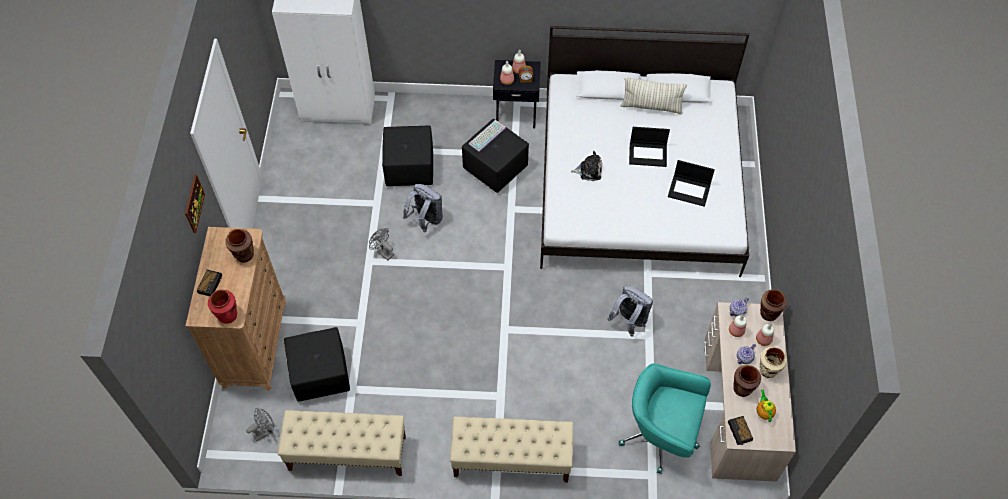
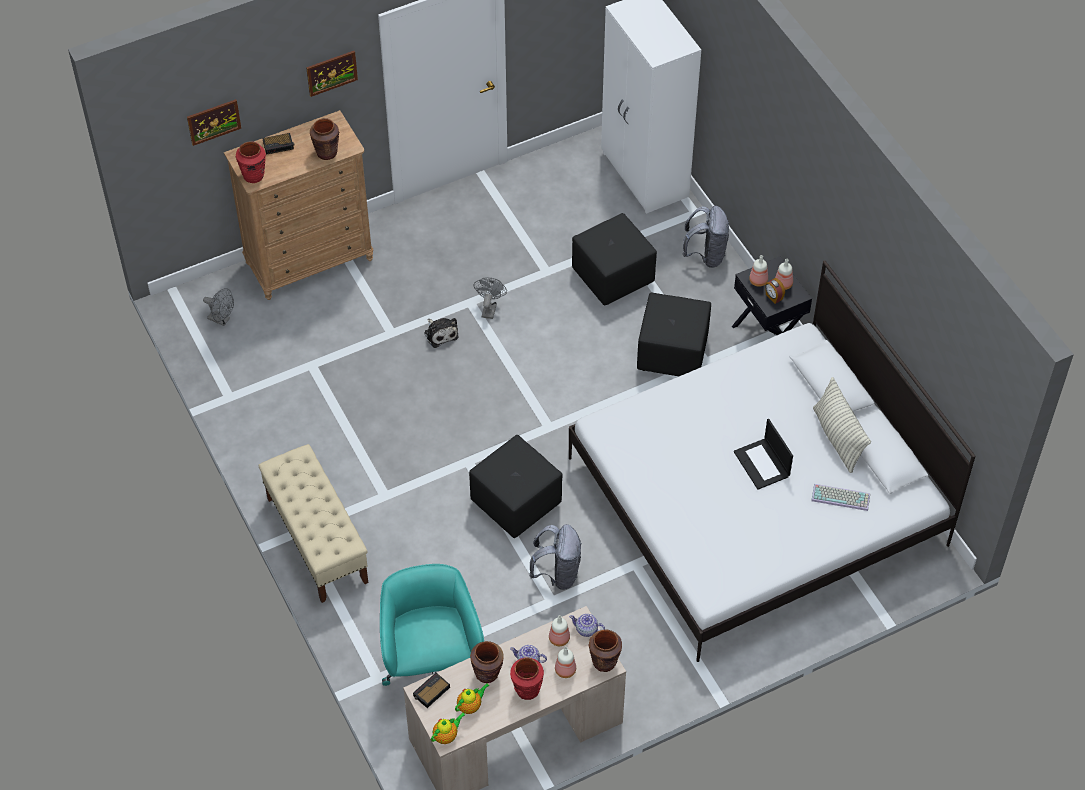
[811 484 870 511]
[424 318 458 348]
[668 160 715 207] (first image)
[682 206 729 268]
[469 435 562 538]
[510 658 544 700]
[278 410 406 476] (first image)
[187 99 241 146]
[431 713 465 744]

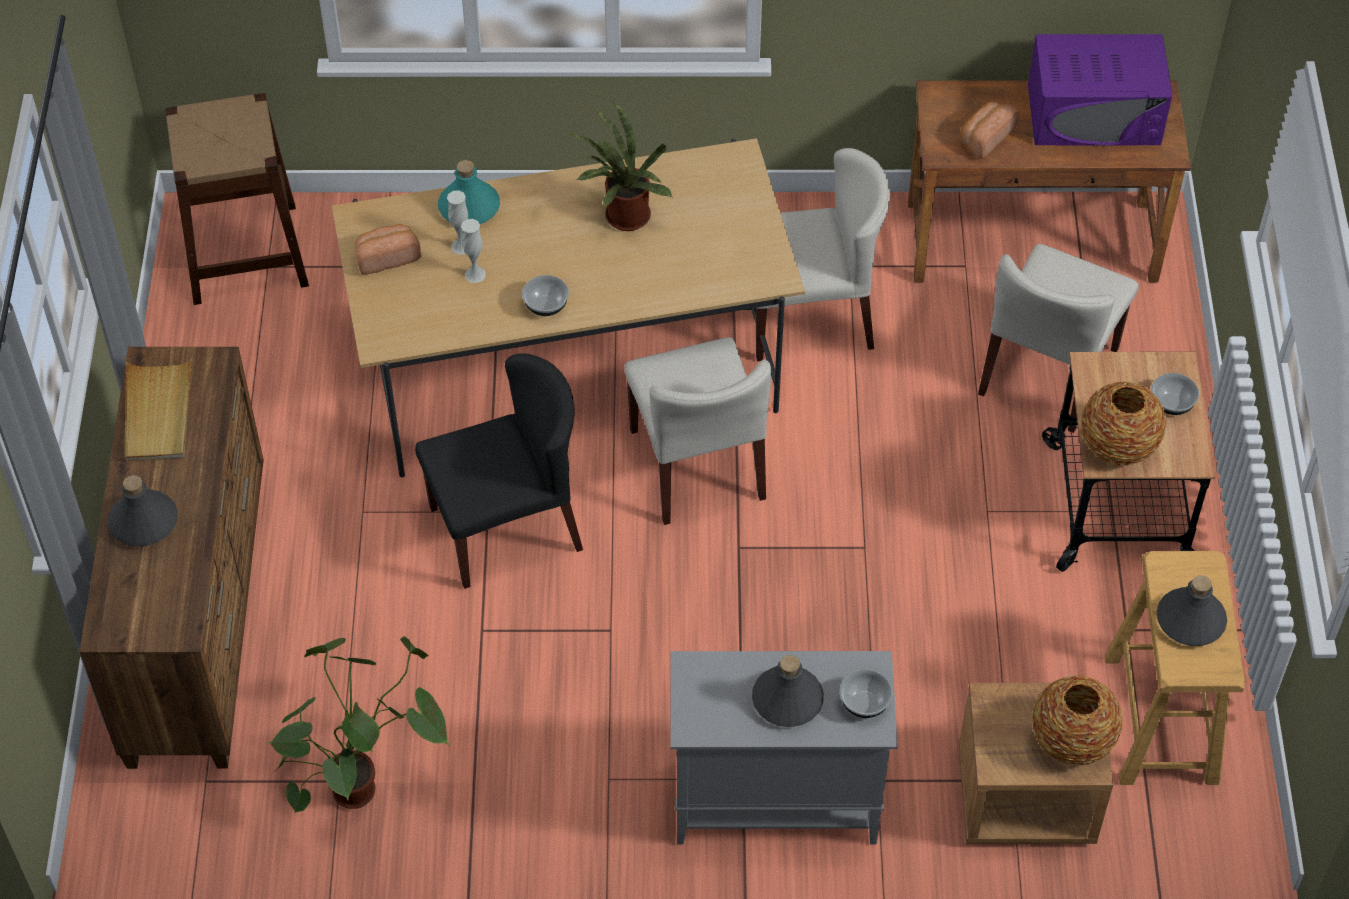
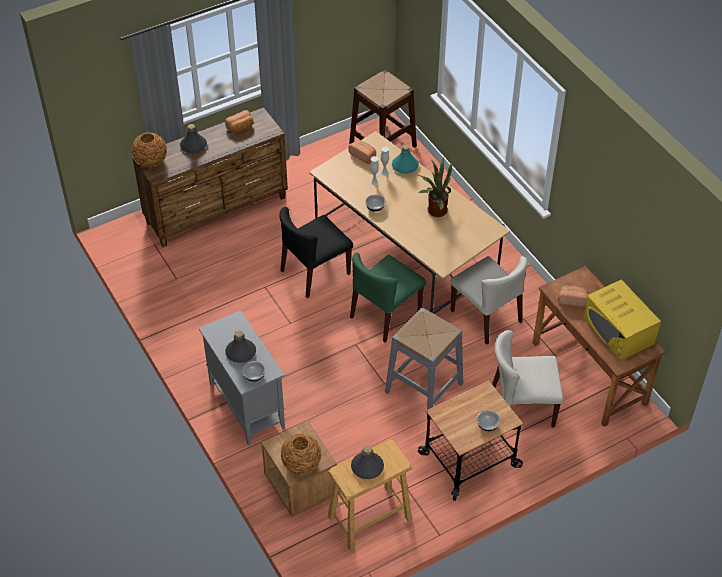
[583 279 661 361]
[350 252 426 342]
[279 207 353 299]
[225 110 253 133]
[132 132 167 168]
[267 636 450 814] (first image)
[385 307 463 420]

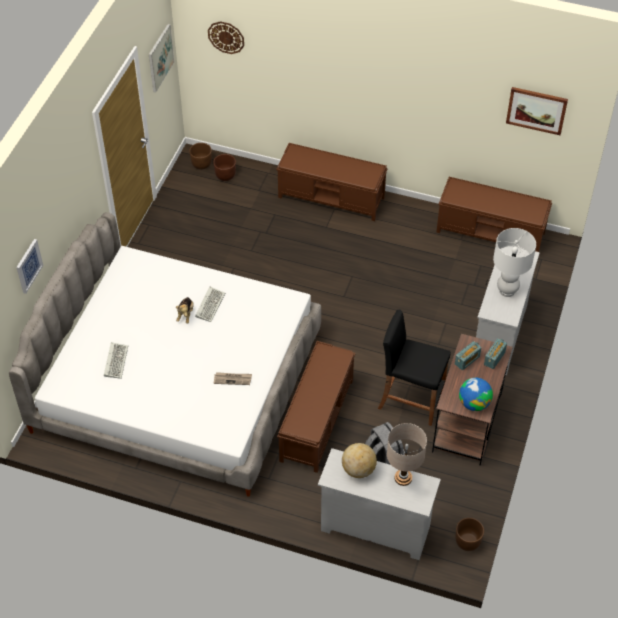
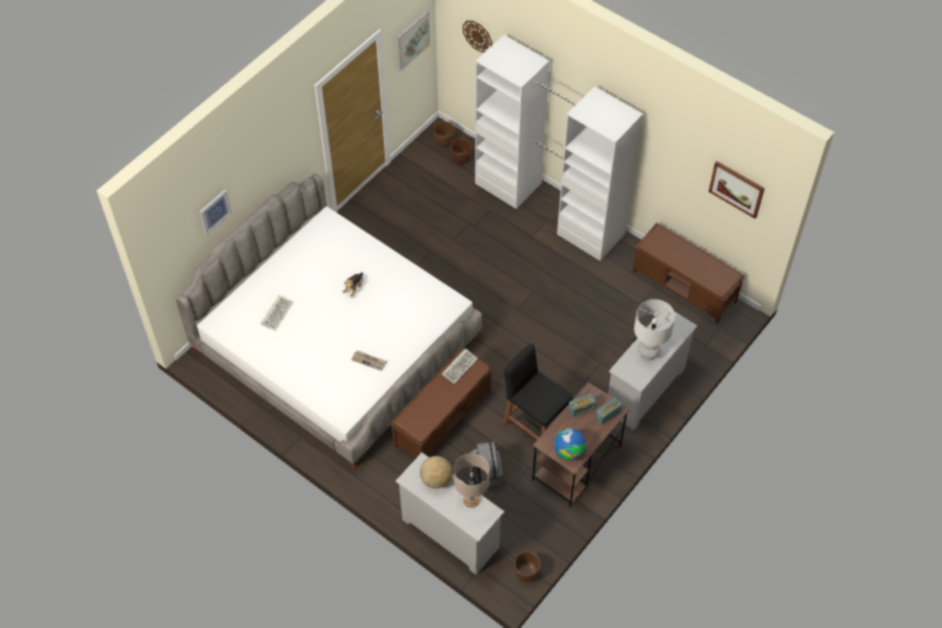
[475 35 643 261]
[442 348 478 384]

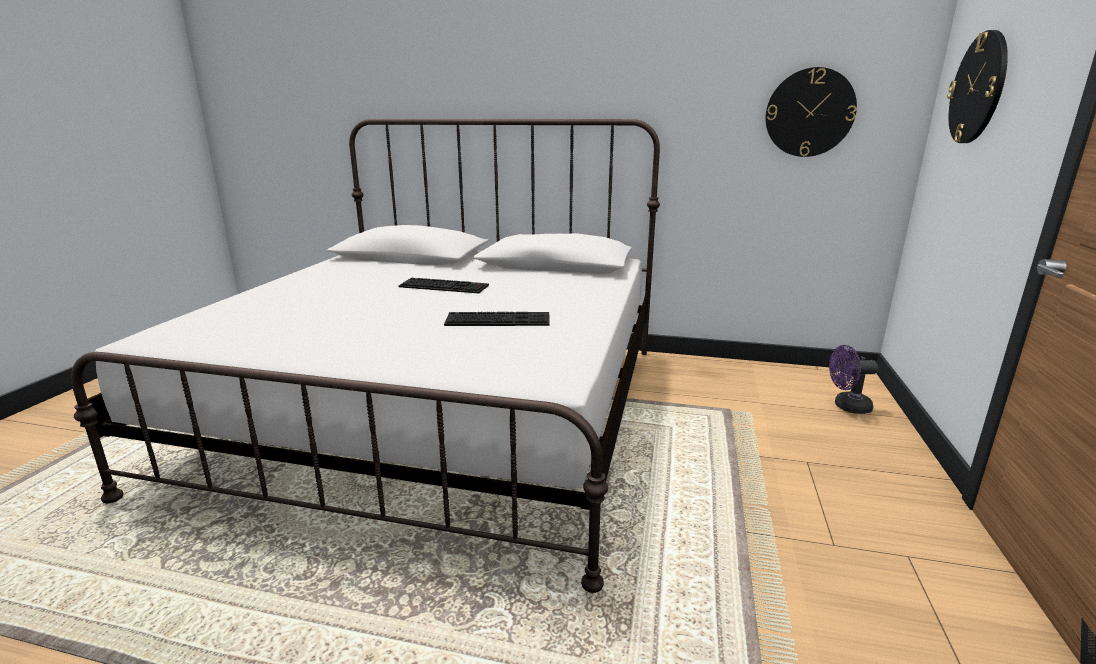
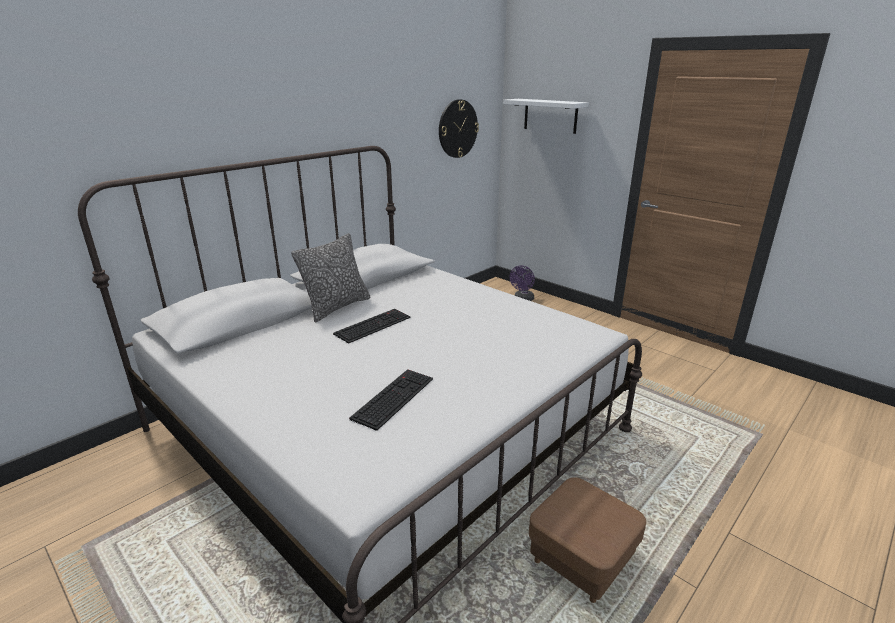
[503 99 589 134]
[349 369 433 431]
[291 233 370 322]
[529 478 646 603]

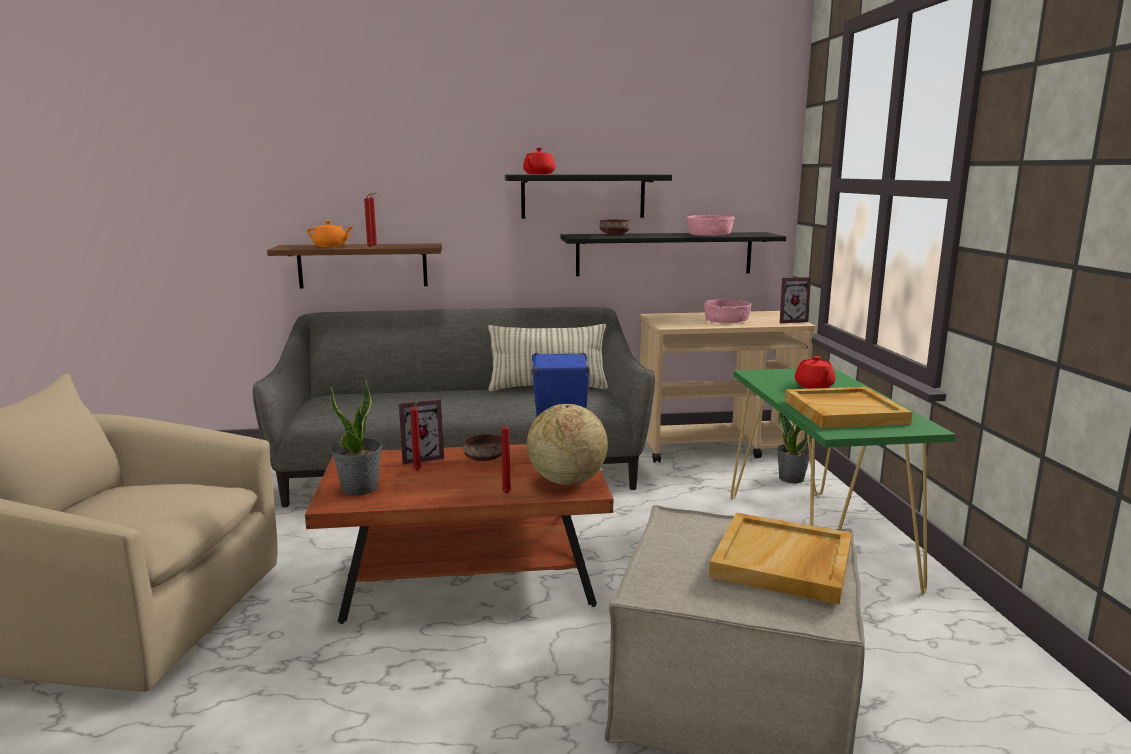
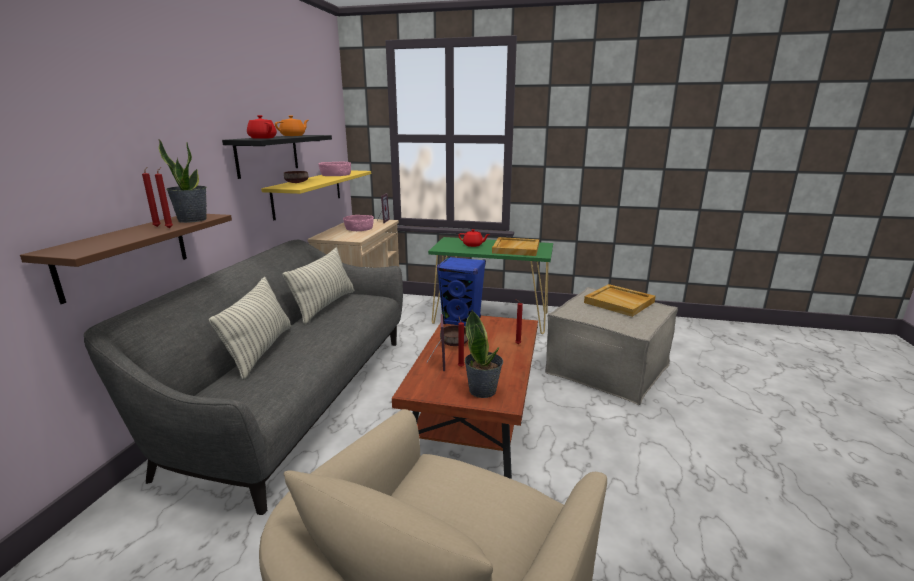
[275 115 308 136]
[261 170 371 221]
[527 404 608 485] (first image)
[159 140 207 223]
[209 277 291 380]

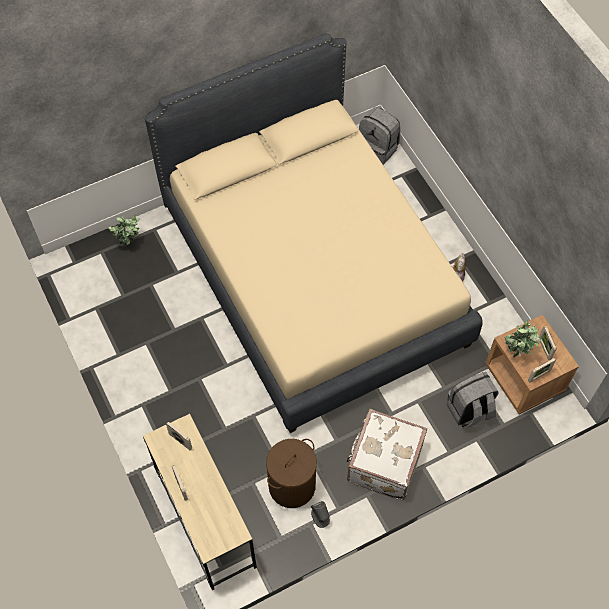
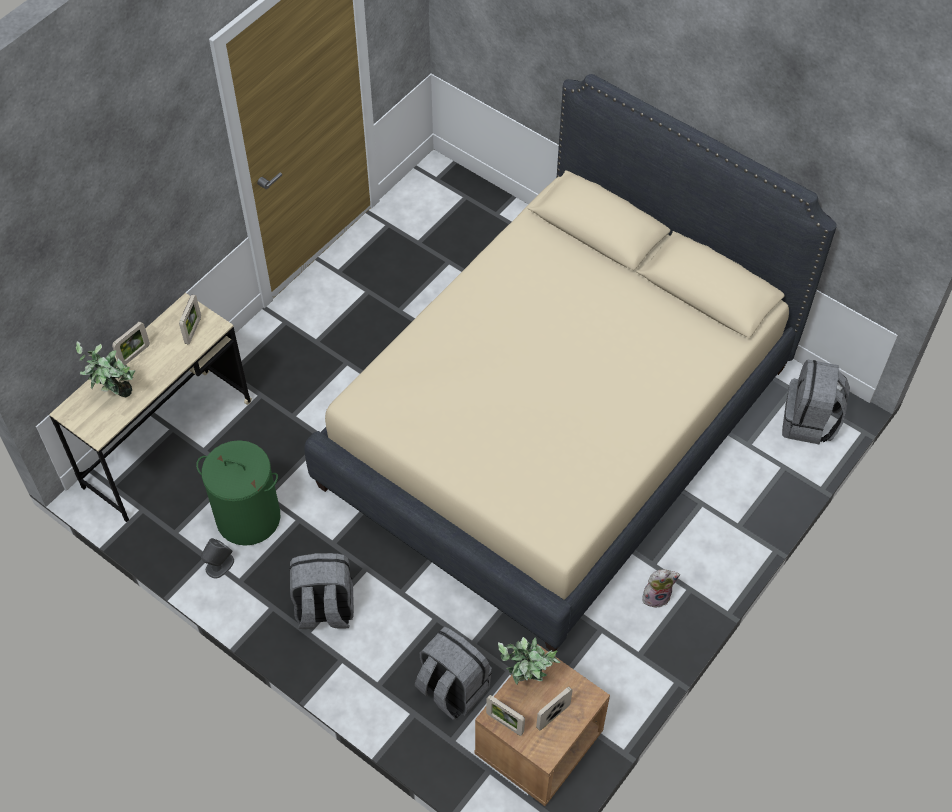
[76 341 135 397]
[290 553 354 629]
[196 440 280 546]

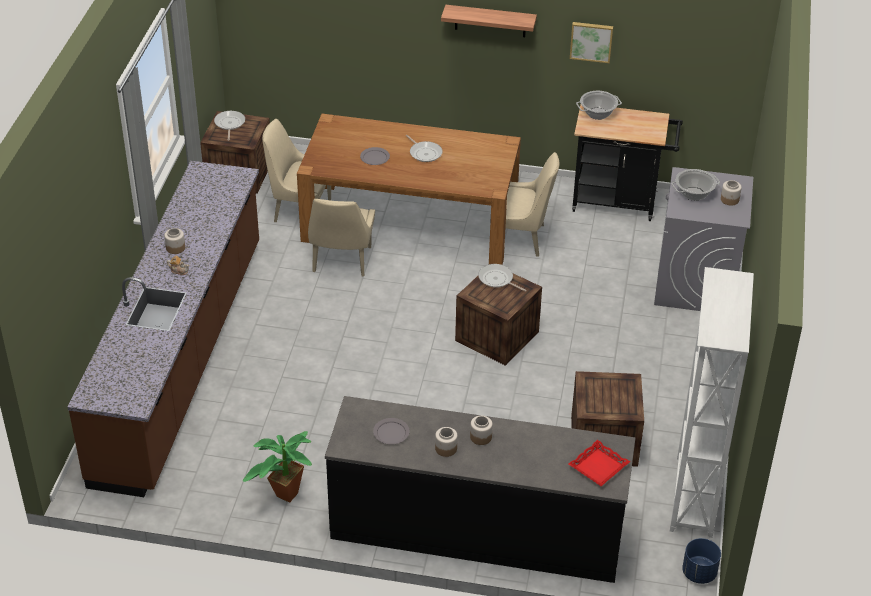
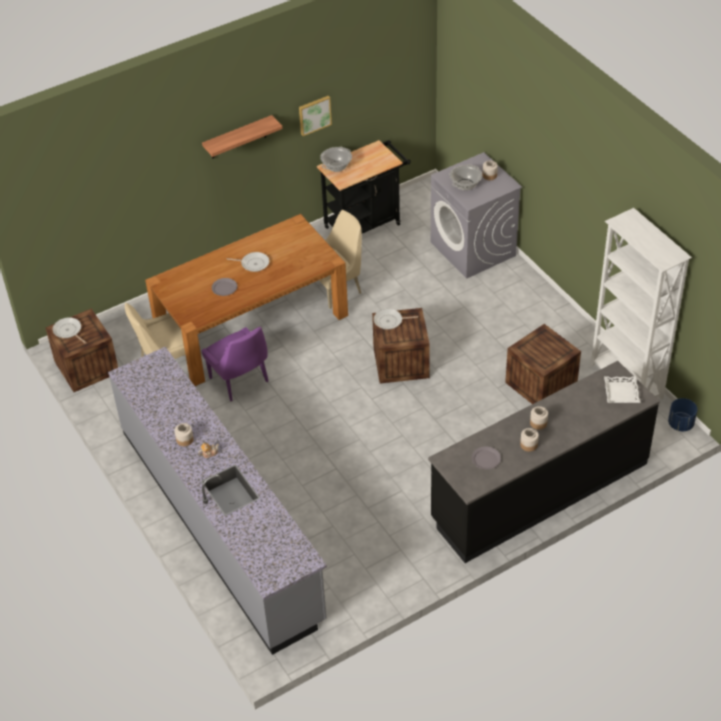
[108 347 327 655]
[201 327 269 401]
[243 431 312 503] (first image)
[604 376 641 403]

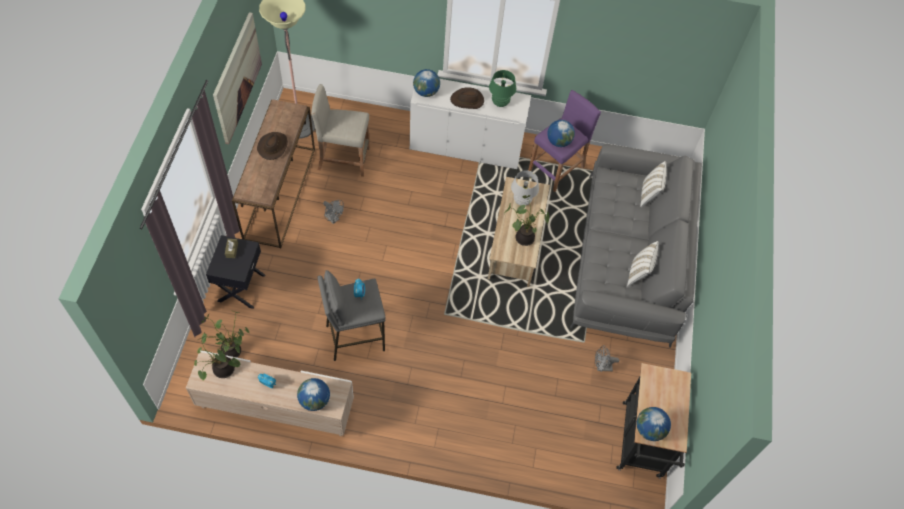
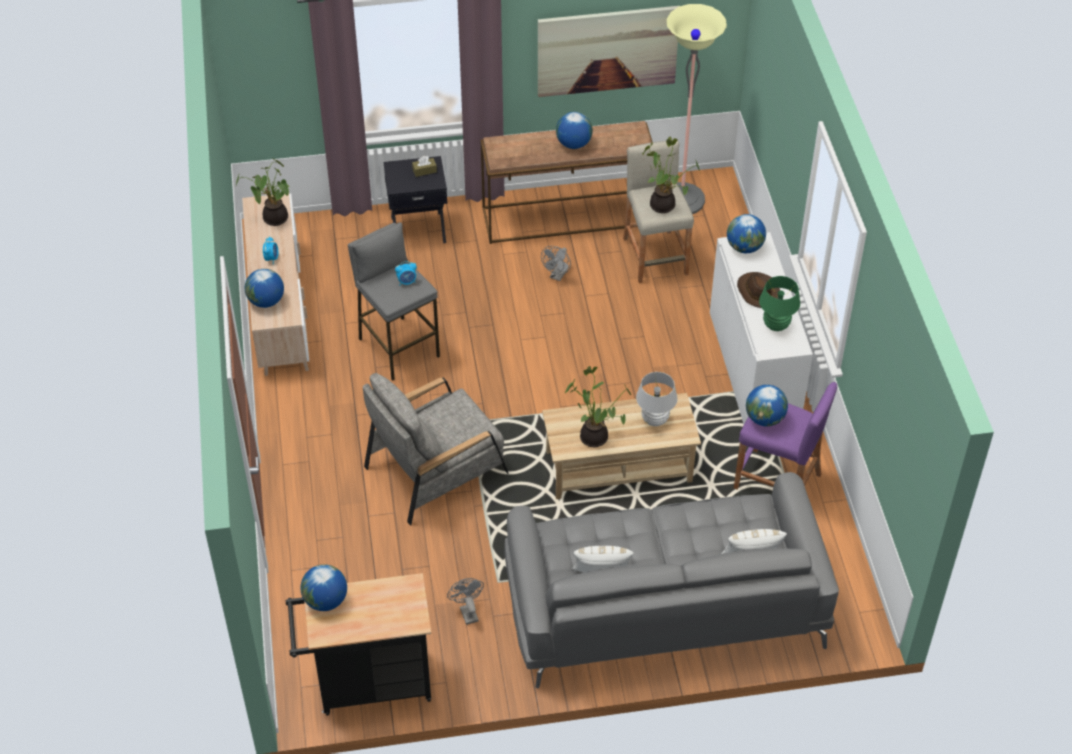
[556 112 593 149]
[642 136 700 213]
[363 373 509 526]

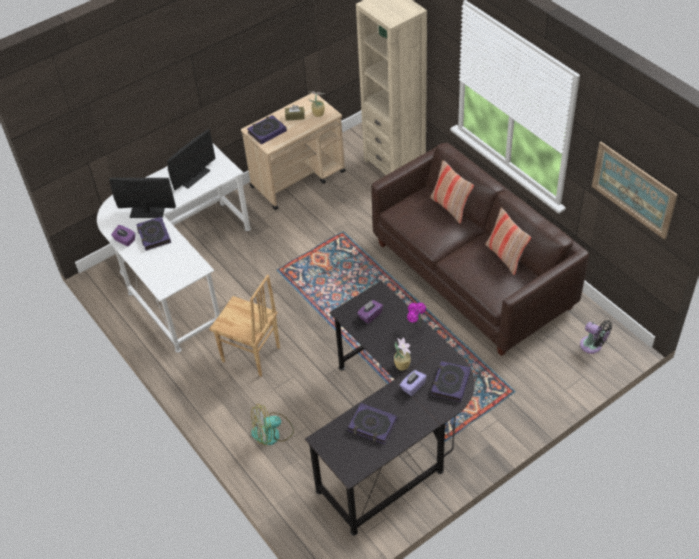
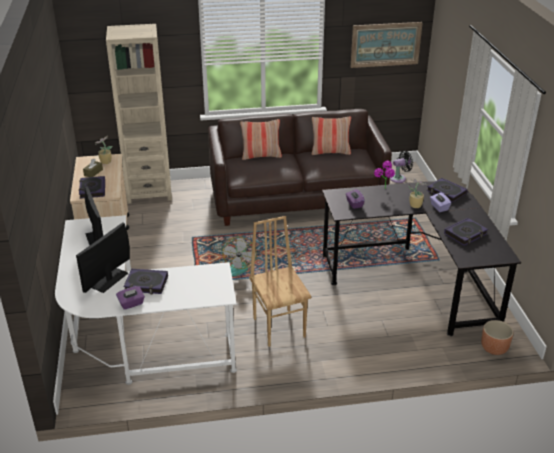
[249 216 311 347]
[222 237 257 276]
[481 320 513 355]

